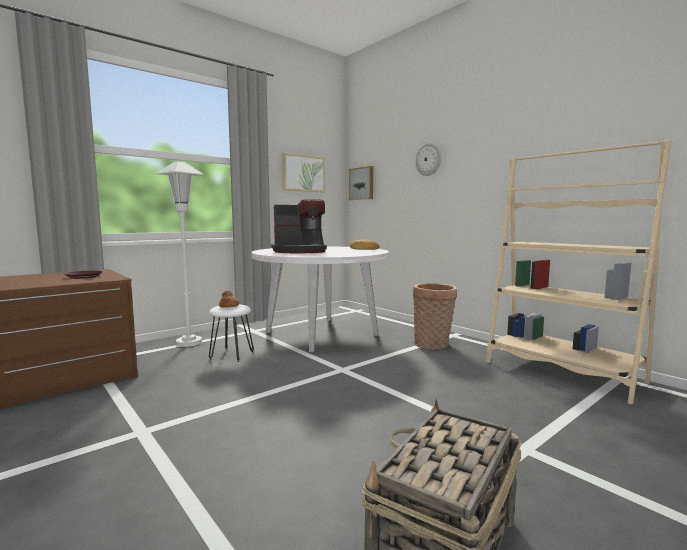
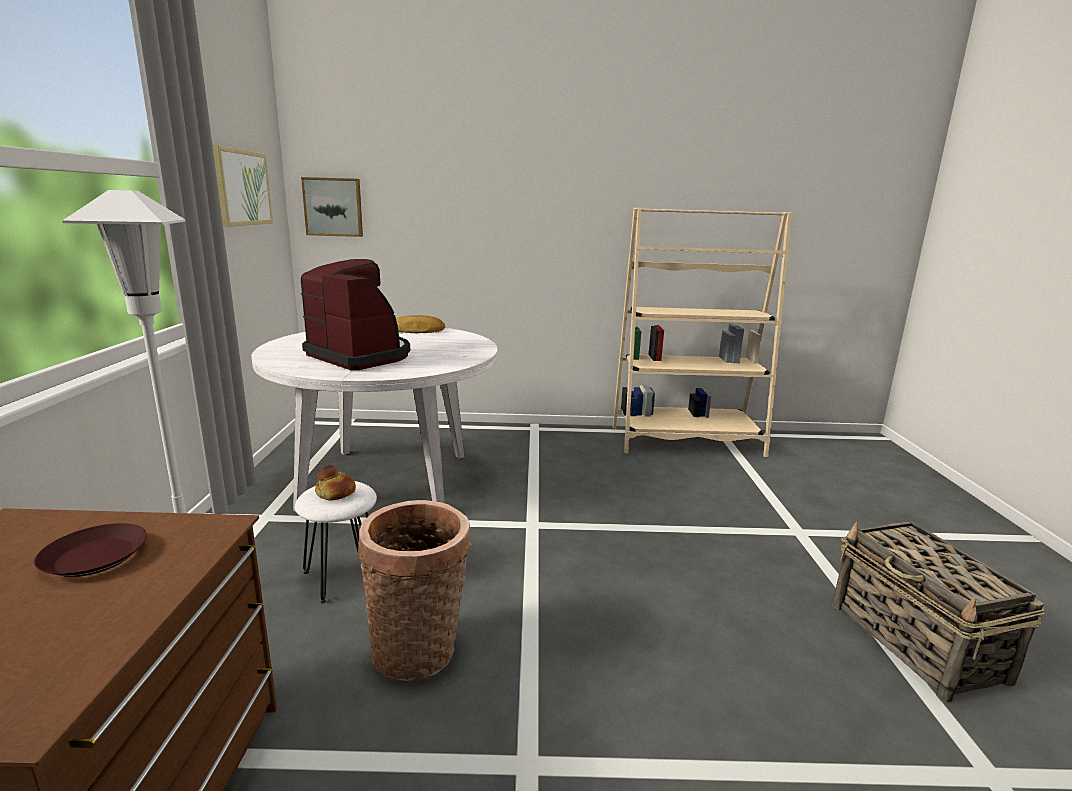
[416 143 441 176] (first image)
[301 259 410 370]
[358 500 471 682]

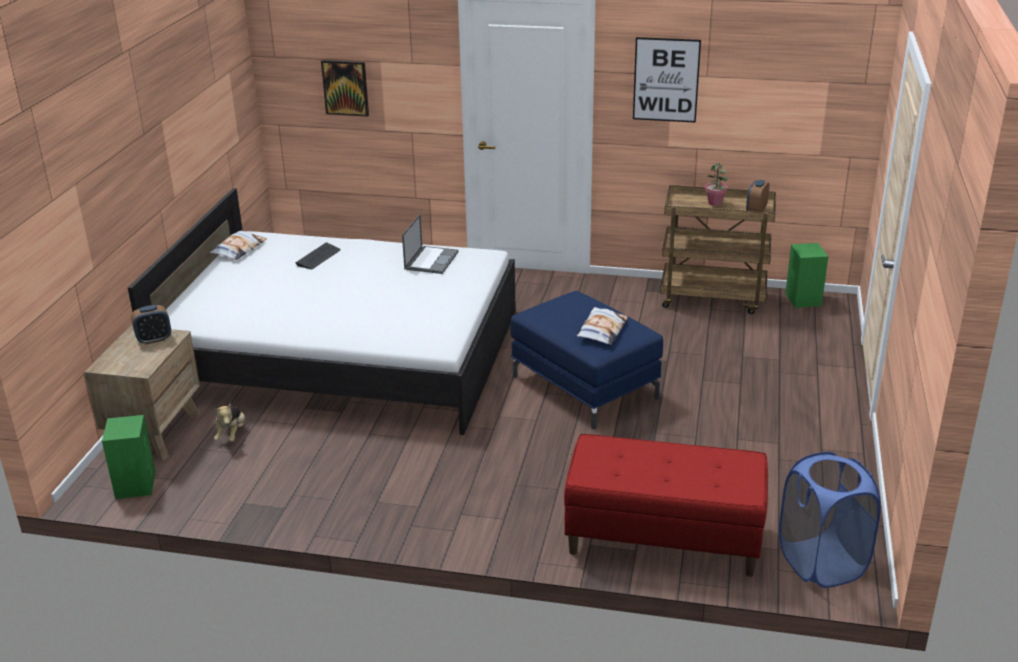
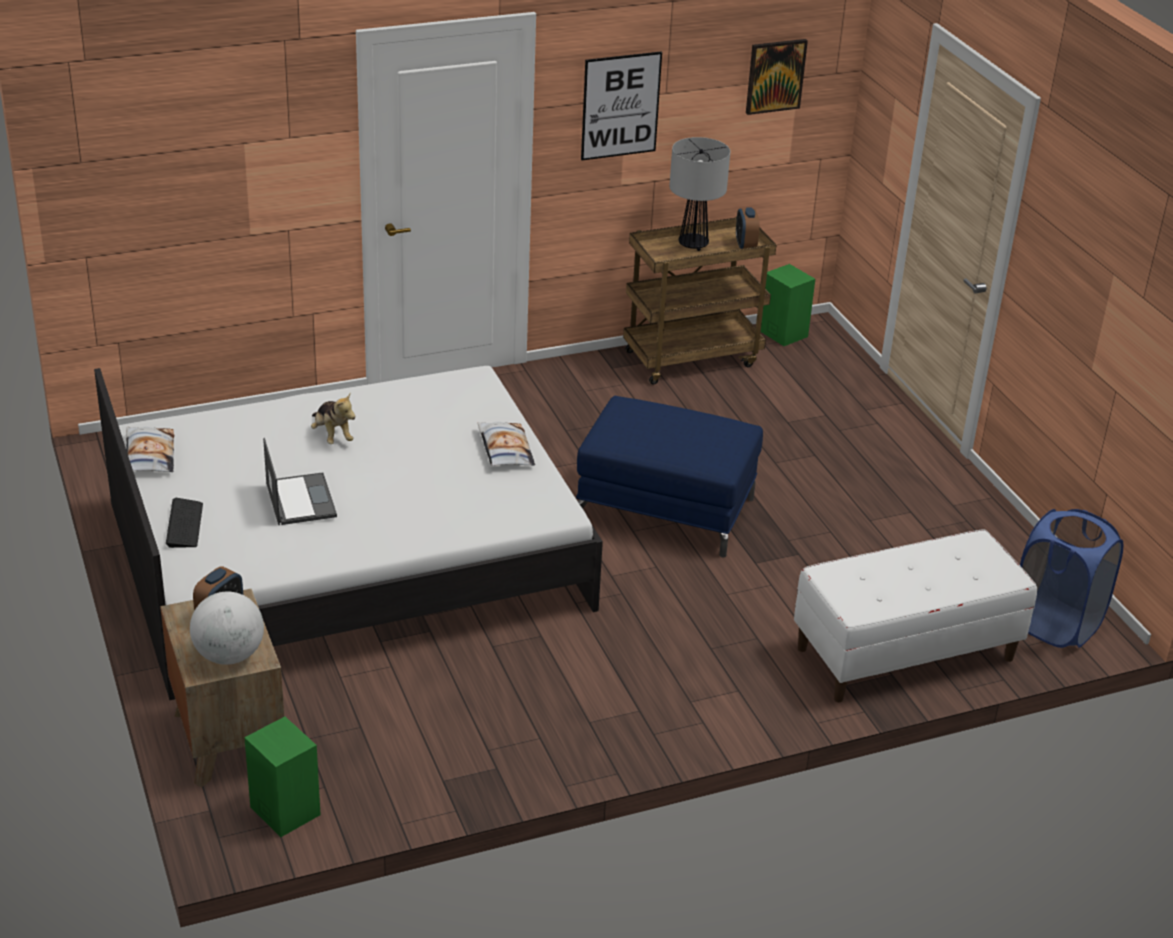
[746 39 808 115]
[669 137 730 251]
[263 438 337 525]
[166 498 203 548]
[477 422 535 466]
[311 394 355 444]
[794 529 1037 702]
[190 592 264 665]

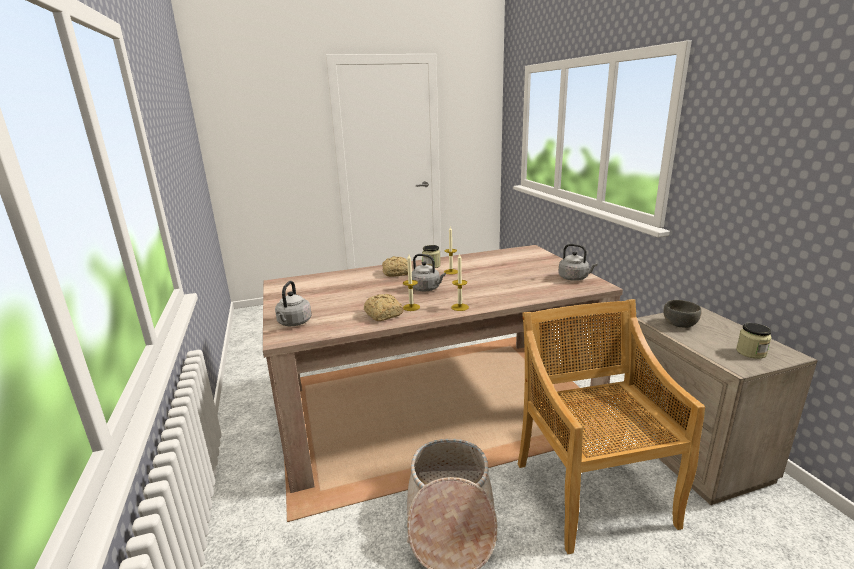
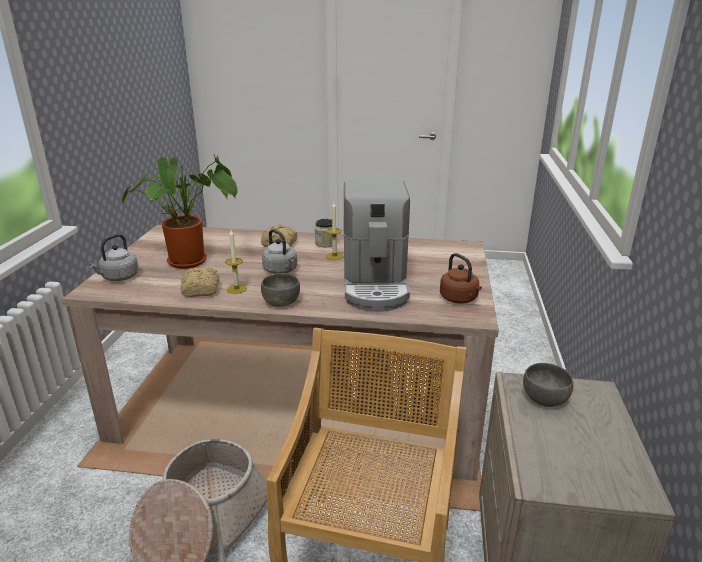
[440 253 482 304]
[261 273 300 307]
[736 323 771 359] (first image)
[122 154 238 269]
[343 181 410 312]

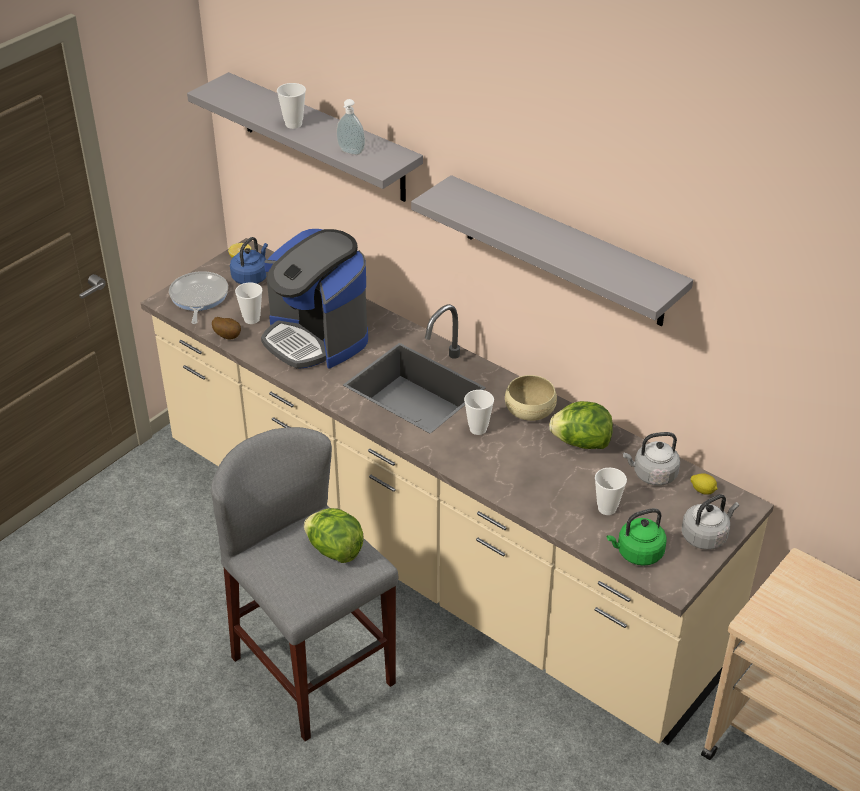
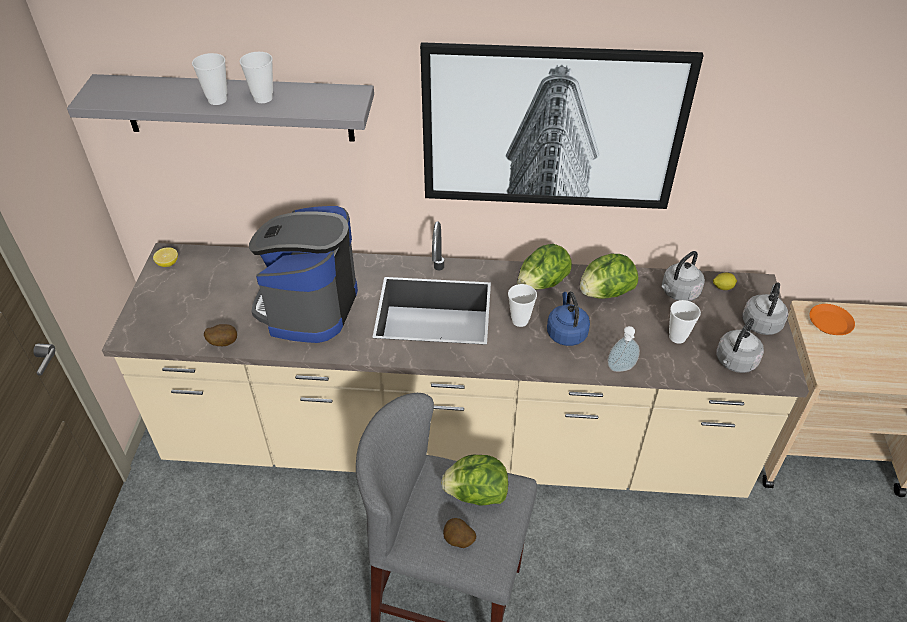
[607 326 640 372]
[420 42 704 209]
[249 206 358 343]
[547 292 590 346]
[169 271 228 324] (first image)
[240 52 273 103]
[517 244 572 289]
[716 318 764 373]
[809 304 855 335]
[443 518 476 548]

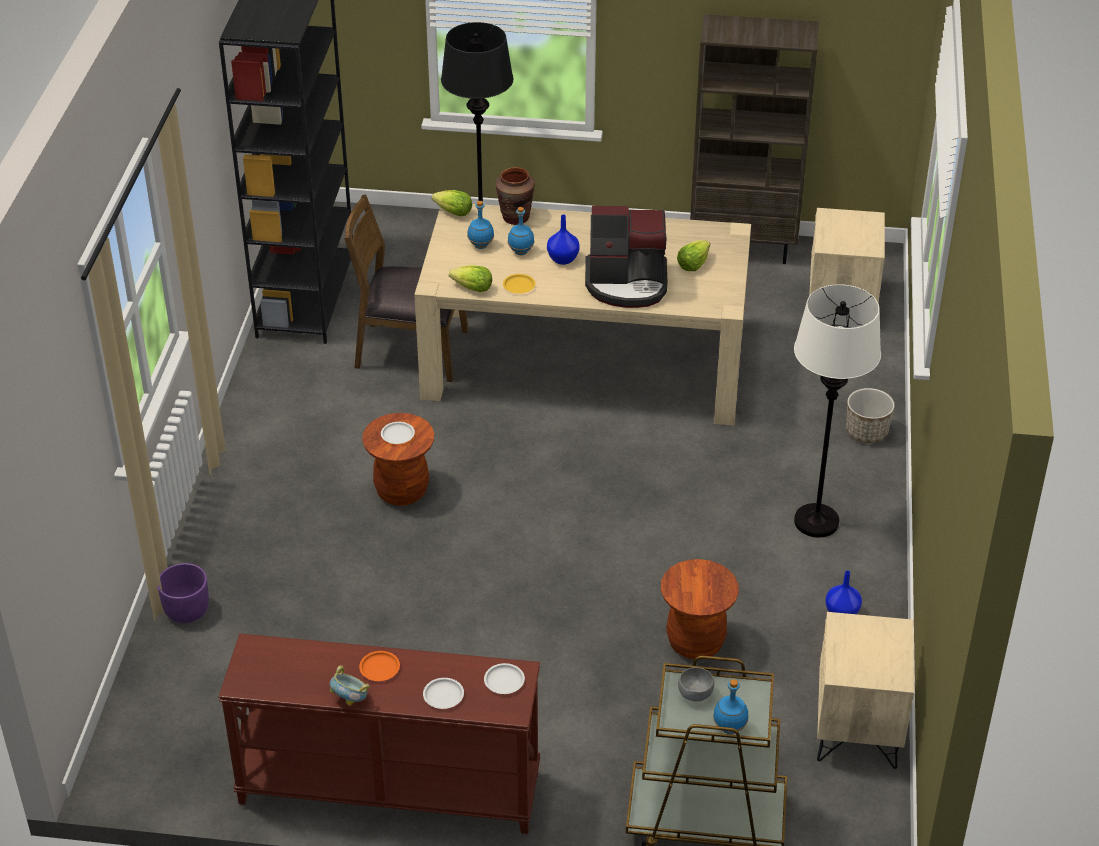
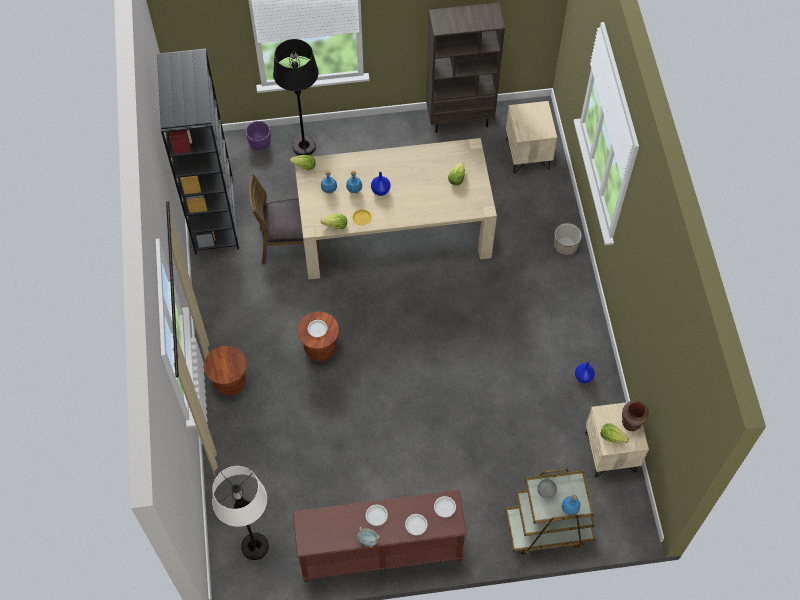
[622 401 649 431]
[585 206 667 308] (first image)
[212 466 269 560]
[204 346 247 396]
[246 121 271 151]
[366 505 388 526]
[600 423 629 443]

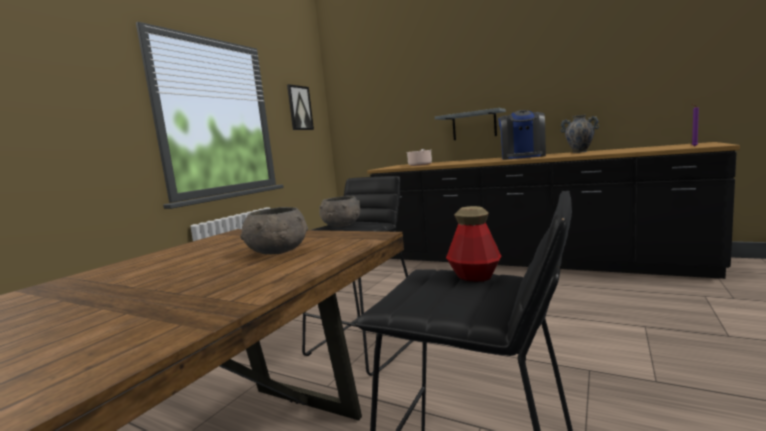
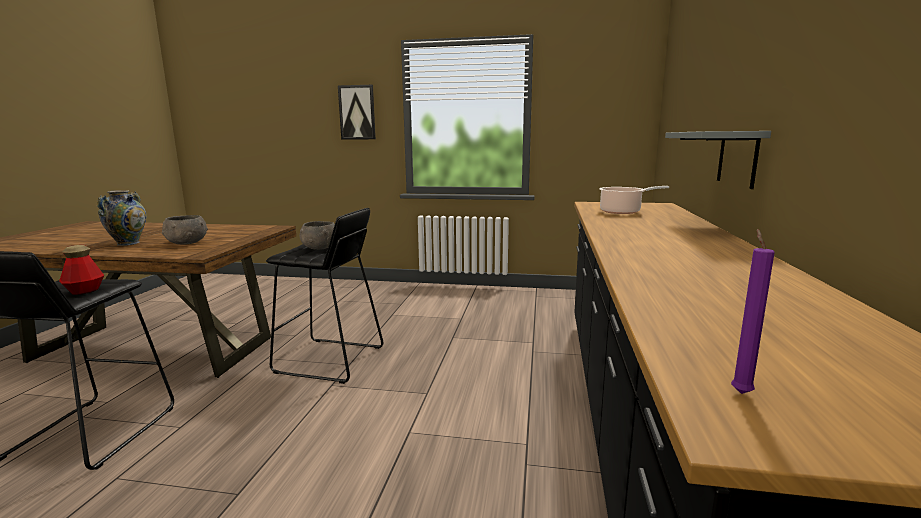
[338 85 376 140]
[498 110 546 160] (first image)
[97 190 146 246]

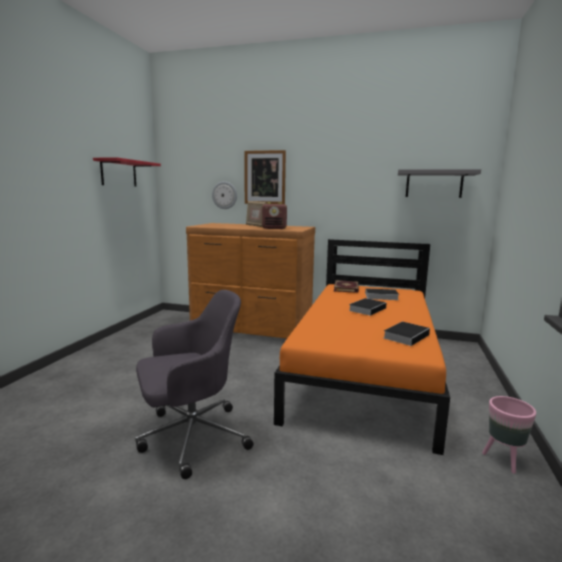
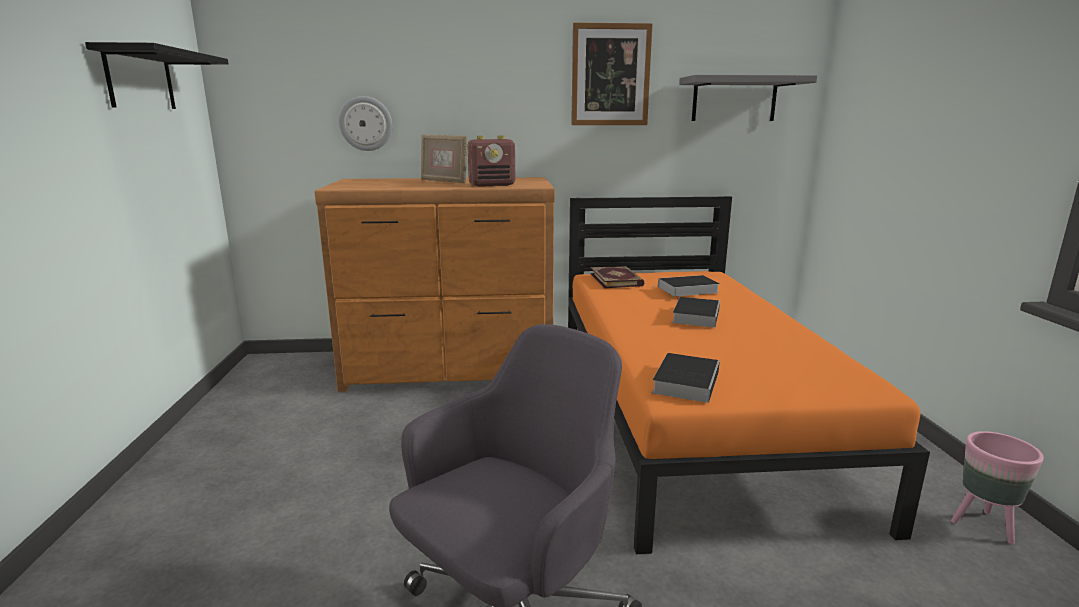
[571 22 653 125]
[85 42 228 109]
[652 353 720 403]

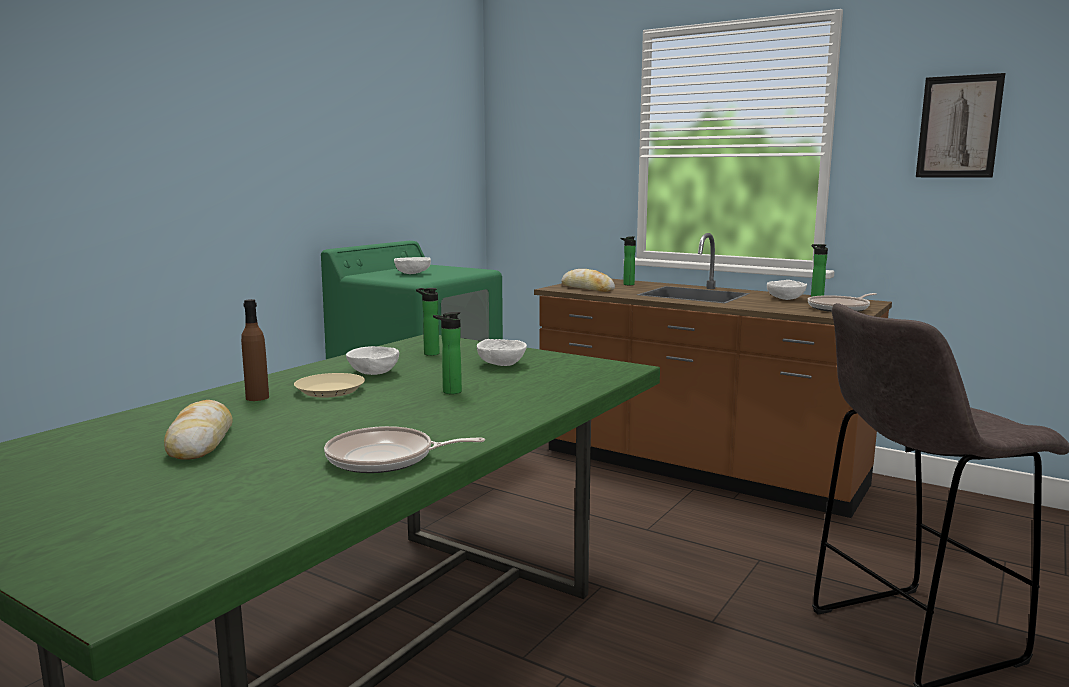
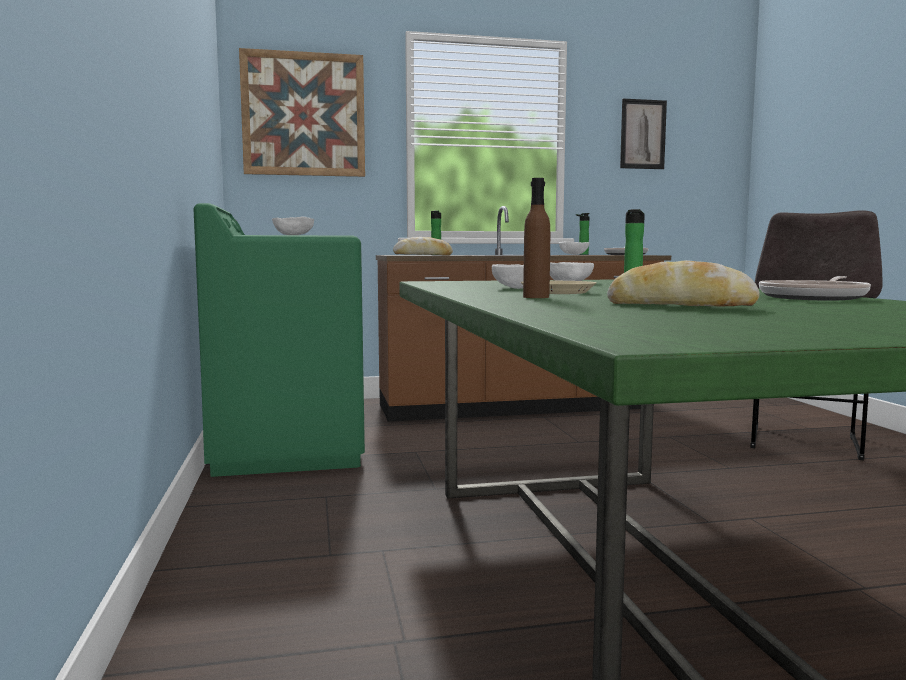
[416 288 440 356] (first image)
[239 48 365 177]

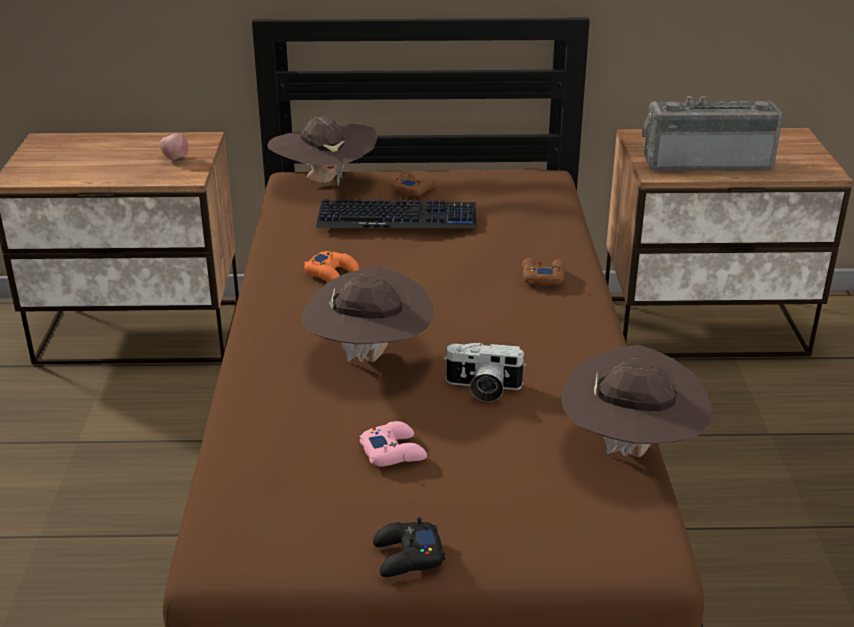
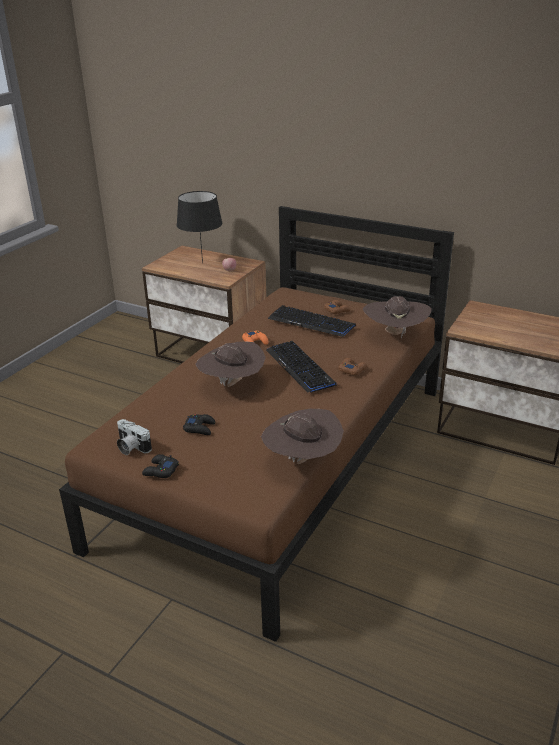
[642 96 783 171] (first image)
[363 296 432 339]
[117 419 152 455]
[183 414 215 435]
[177 191 222 263]
[266 341 337 392]

